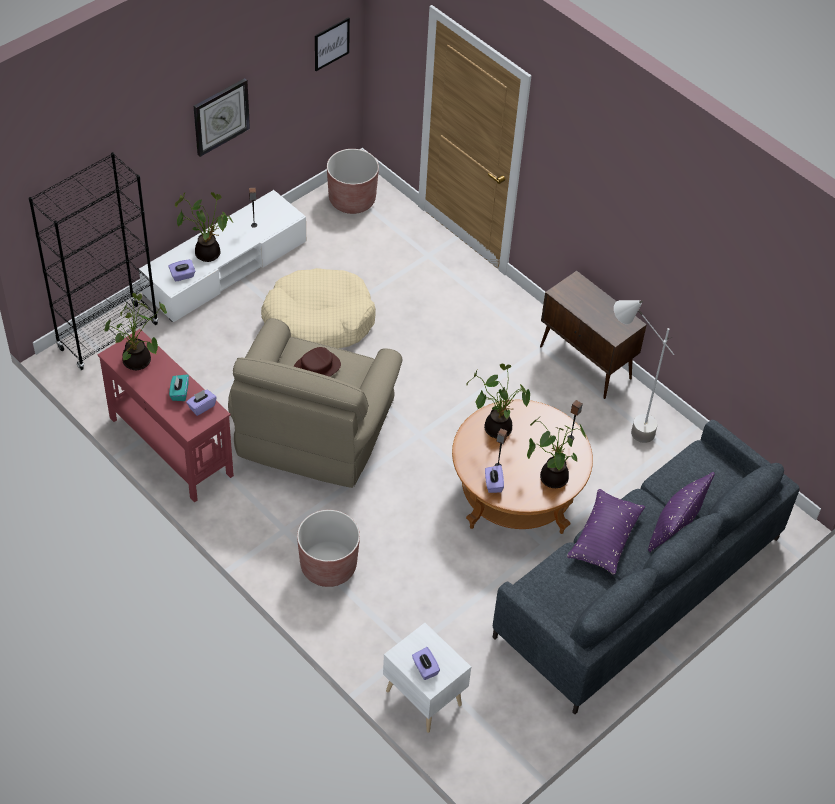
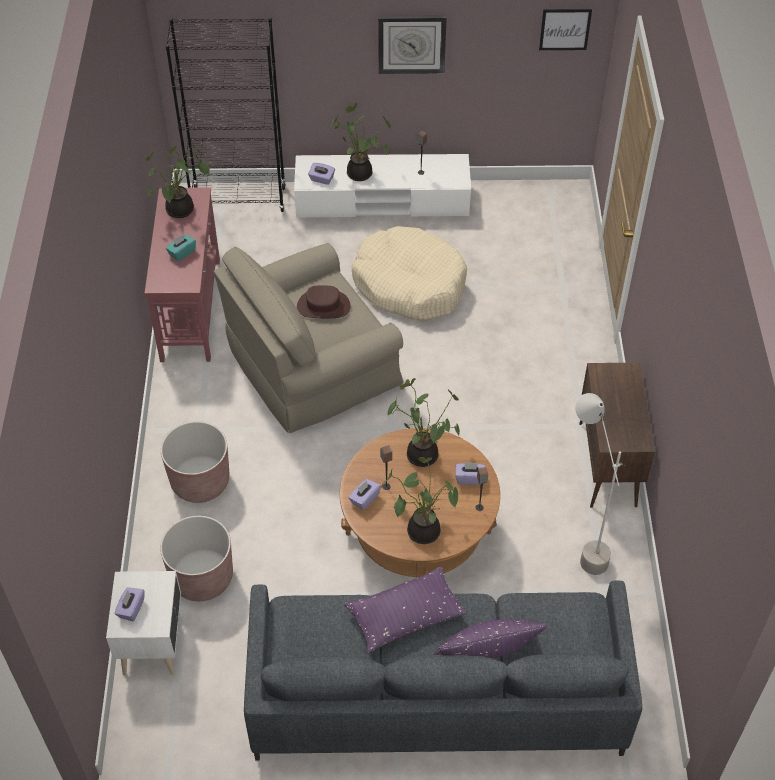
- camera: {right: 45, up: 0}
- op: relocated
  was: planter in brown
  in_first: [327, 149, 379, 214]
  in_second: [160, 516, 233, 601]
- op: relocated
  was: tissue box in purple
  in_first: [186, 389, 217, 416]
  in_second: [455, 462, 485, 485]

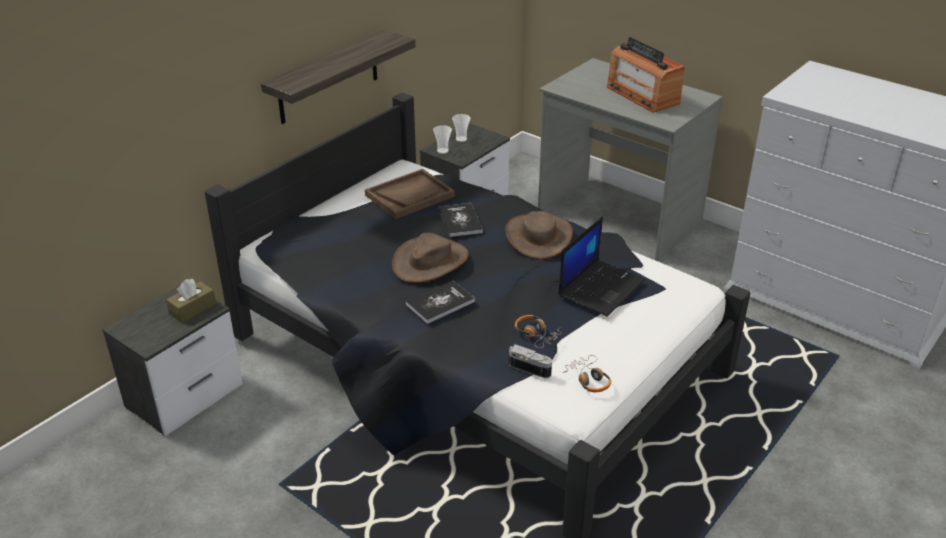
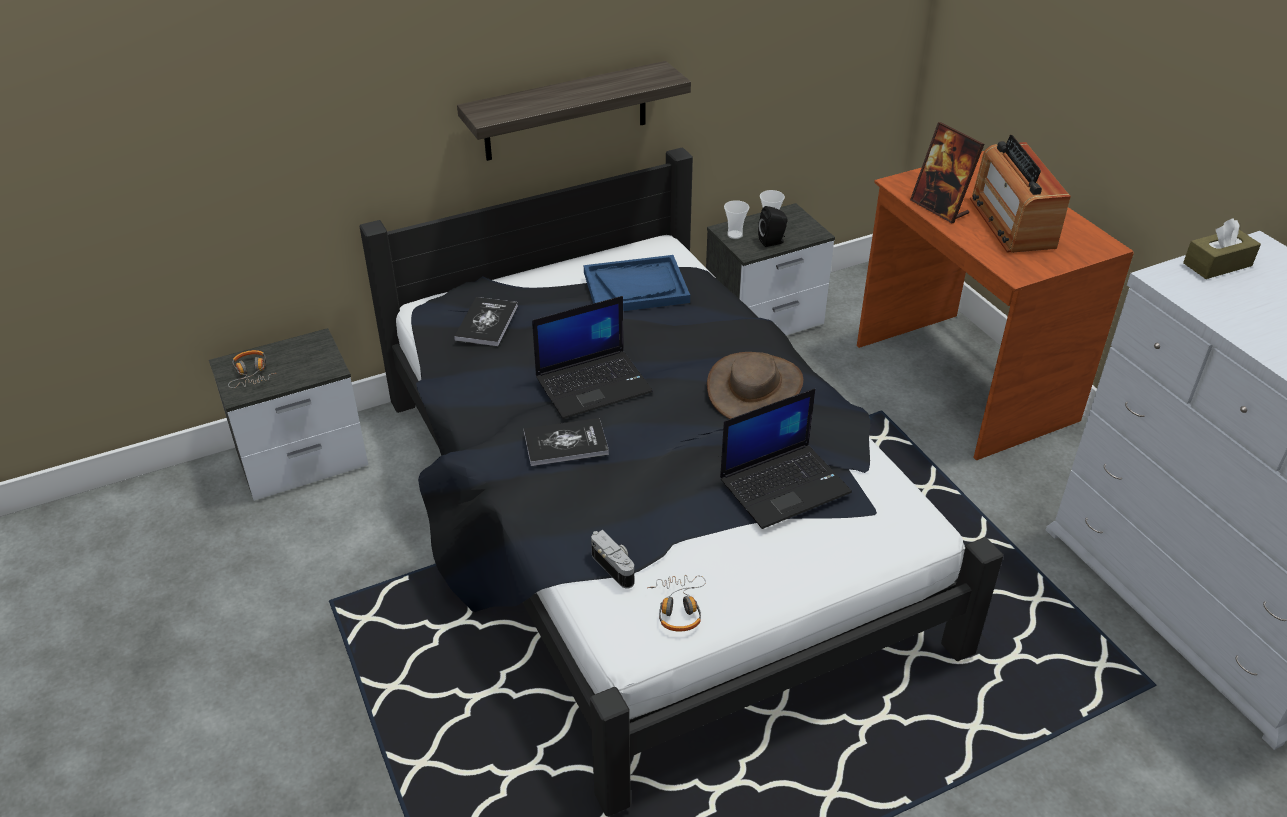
- camera: {right: 25, up: 5}
- op: colour
  was: desk in grey
  now: desk in brown
  in_first: [538, 58, 722, 261]
  in_second: [857, 151, 1134, 460]
- op: colour
  was: tray in brown
  now: tray in blue
  in_first: [365, 169, 455, 219]
  in_second: [584, 255, 690, 311]
- op: relocated
  was: book
  in_first: [439, 203, 483, 237]
  in_second: [454, 297, 518, 346]
- op: exchanged
  was: hat in brown
  now: laptop
  in_first: [392, 233, 469, 283]
  in_second: [532, 296, 653, 419]
- op: relocated
  was: tissue box in brown
  in_first: [166, 279, 216, 323]
  in_second: [1183, 218, 1261, 279]
- op: relocated
  was: headphones
  in_first: [515, 315, 562, 348]
  in_second: [228, 350, 276, 388]
- op: appeared
  now: picture frame
  in_second: [910, 122, 984, 223]
- op: appeared
  now: speaker in black
  in_second: [758, 206, 788, 247]

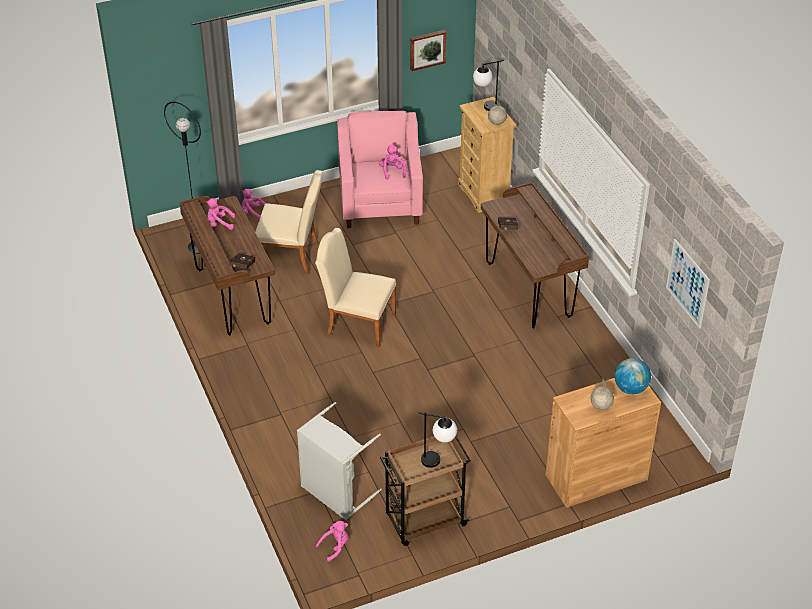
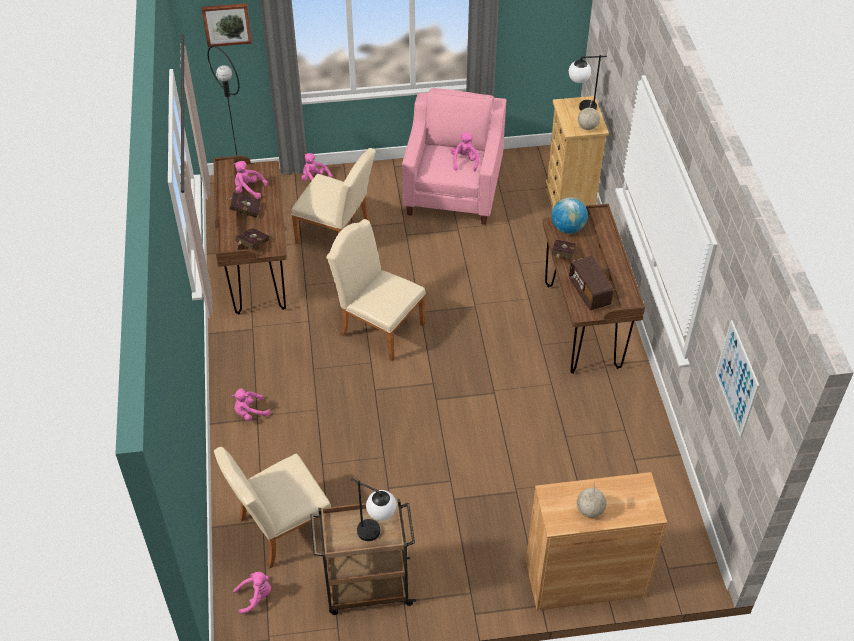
- camera: {right: 15, up: 5}
- op: relocated
  was: picture
  in_first: [410, 30, 446, 71]
  in_second: [202, 3, 252, 47]
- op: relocated
  was: globe
  in_first: [614, 358, 651, 394]
  in_second: [551, 197, 588, 234]
- op: exchanged
  was: laundry basket in grey
  now: chair in beige
  in_first: [297, 402, 382, 520]
  in_second: [214, 447, 331, 569]
- op: appeared
  now: book in red
  in_second: [227, 192, 261, 218]
- op: appeared
  now: radio
  in_second: [569, 256, 613, 310]
- op: appeared
  now: plush toy in pink
  in_second: [232, 389, 270, 421]

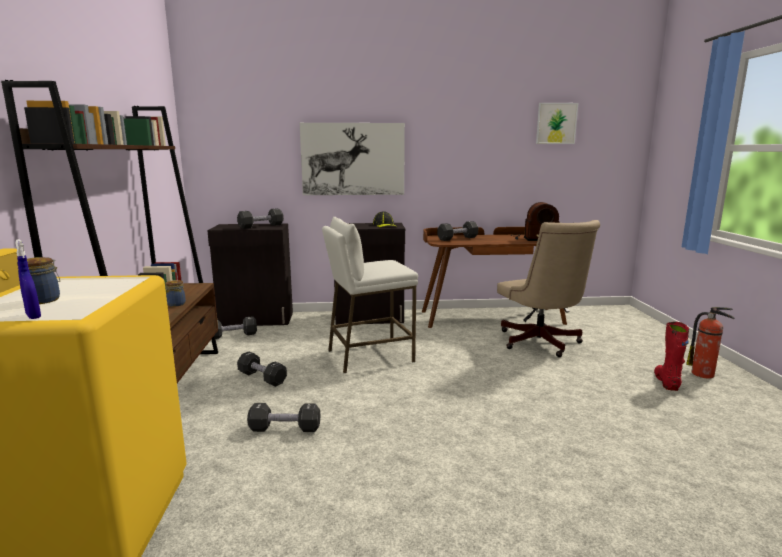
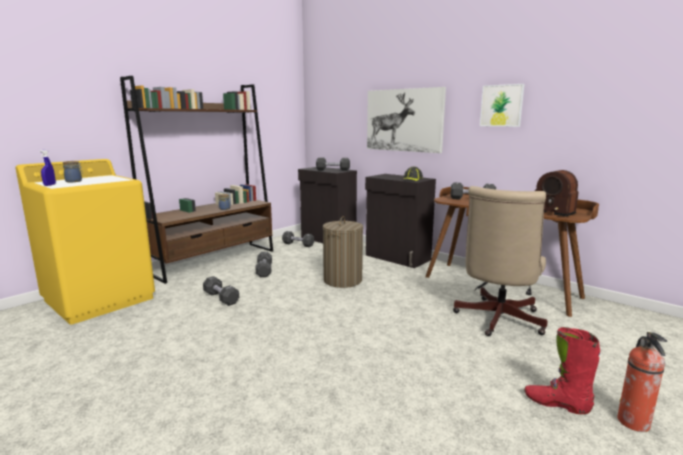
- camera: {right: 45, up: 0}
- op: relocated
  was: picture
  in_first: [536, 103, 579, 144]
  in_second: [480, 84, 524, 127]
- op: exchanged
  was: stool in white
  now: laundry basket
  in_first: [322, 217, 418, 373]
  in_second: [323, 216, 363, 288]
- op: spun
  was: boot in red
  in_first: [654, 322, 689, 391]
  in_second: [524, 327, 600, 414]
  clockwise: -120

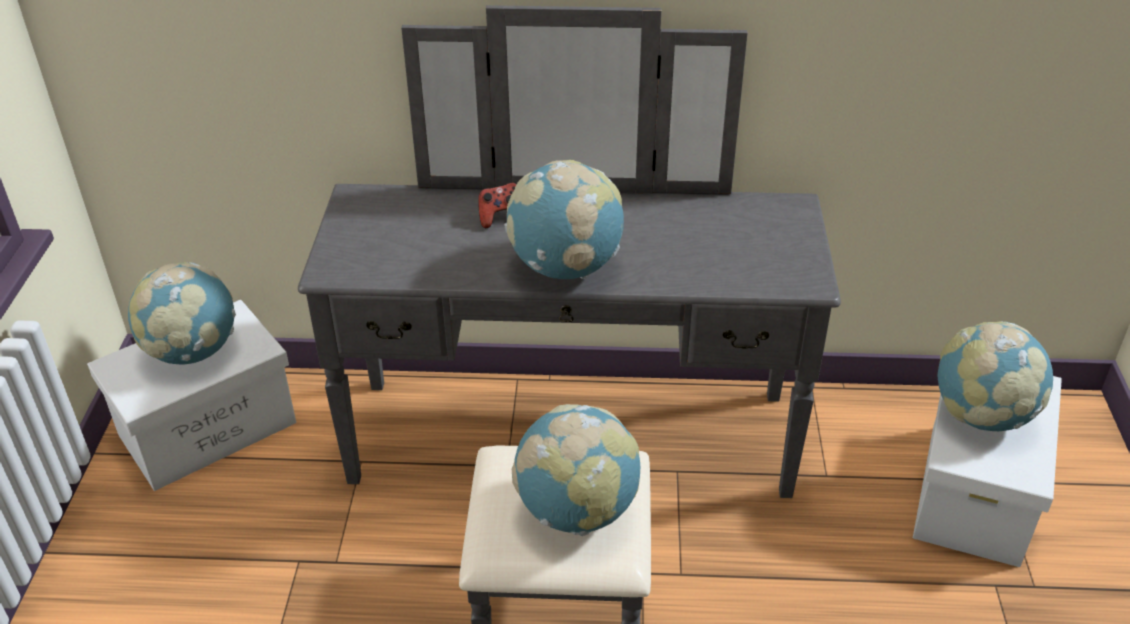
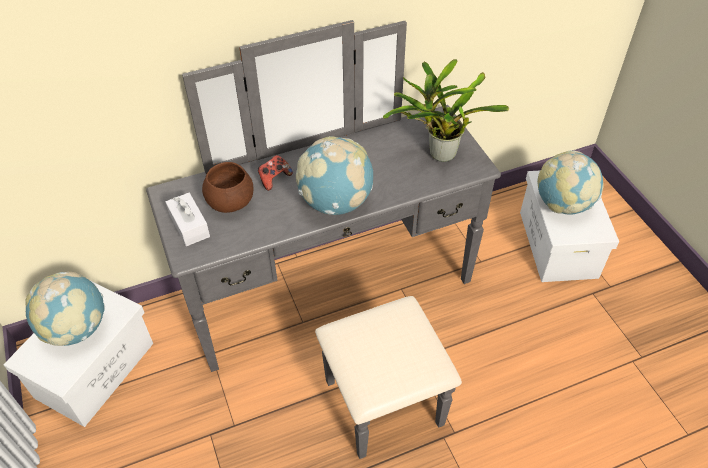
- camera: {right: -25, up: 10}
- op: missing
  was: globe
  in_first: [512, 404, 640, 536]
- op: appeared
  now: potted plant
  in_second: [383, 59, 509, 162]
- op: appeared
  now: bowl in brown
  in_second: [202, 162, 254, 213]
- op: appeared
  now: tissue box in white
  in_second: [166, 193, 210, 246]

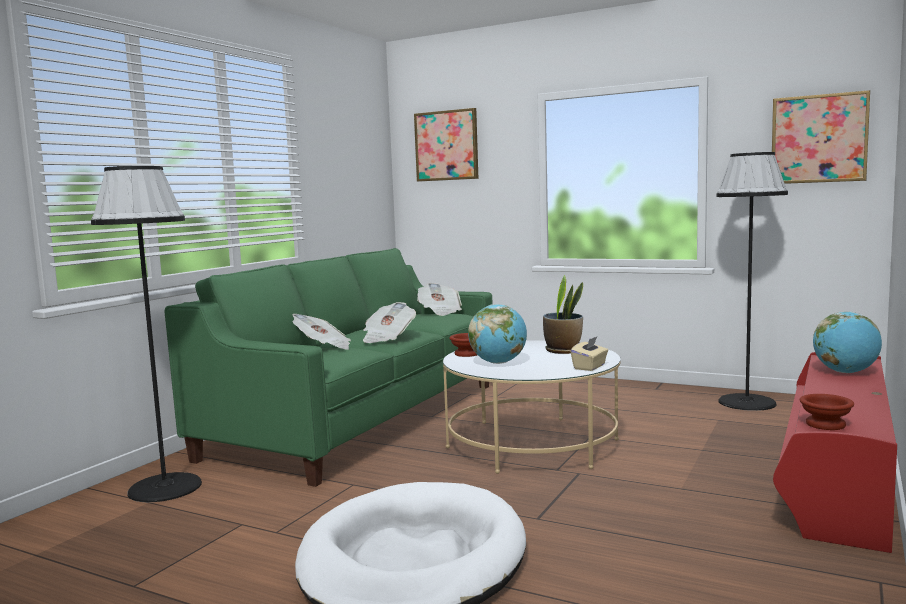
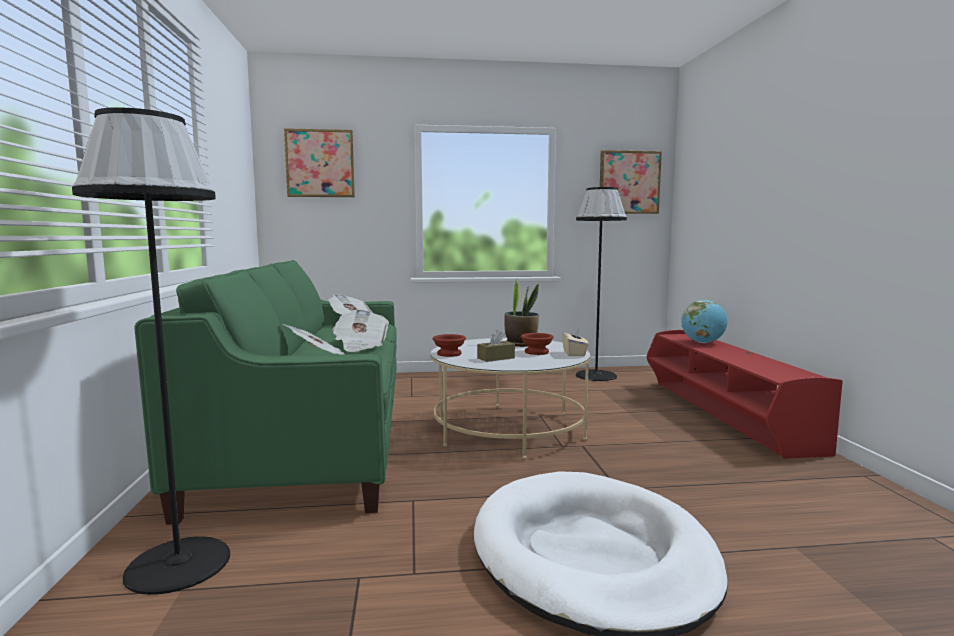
- camera: {right: -35, up: 0}
- op: exchanged
  was: globe
  now: tissue box in brown
  in_first: [468, 304, 527, 364]
  in_second: [477, 330, 515, 362]
- op: relocated
  was: bowl in brown
  in_first: [800, 394, 854, 430]
  in_second: [521, 333, 554, 355]

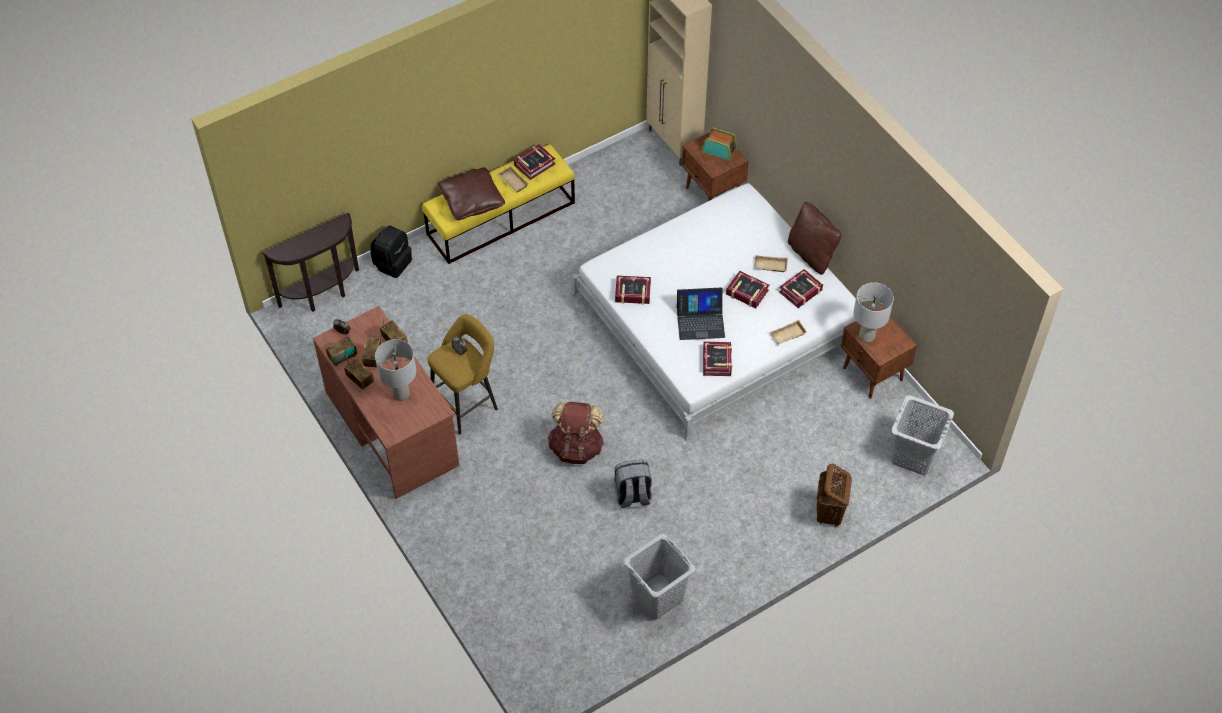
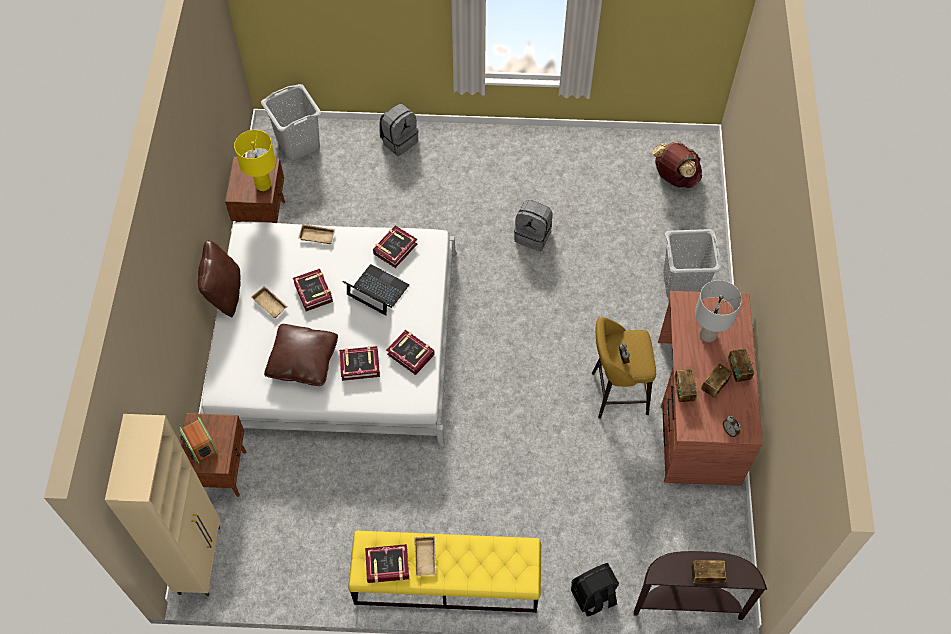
- camera: {right: -145, up: 5}
- op: relocated
  was: pillow in brown
  in_first: [437, 167, 505, 220]
  in_second: [264, 324, 338, 386]
- op: relocated
  was: book
  in_first: [779, 269, 823, 308]
  in_second: [339, 346, 380, 381]
- op: colour
  was: table lamp in grey
  now: table lamp in yellow
  in_first: [853, 282, 894, 343]
  in_second: [234, 130, 276, 191]
- op: relocated
  was: radio
  in_first: [326, 332, 357, 366]
  in_second: [691, 560, 727, 583]
- op: relocated
  was: backpack in brown
  in_first: [547, 402, 604, 464]
  in_second: [652, 142, 702, 188]
- op: exchanged
  was: laundry basket in brown
  now: backpack in grey
  in_first: [817, 464, 852, 527]
  in_second: [379, 104, 418, 156]
- op: relocated
  was: laundry basket in grey
  in_first: [623, 534, 695, 619]
  in_second: [663, 229, 721, 299]

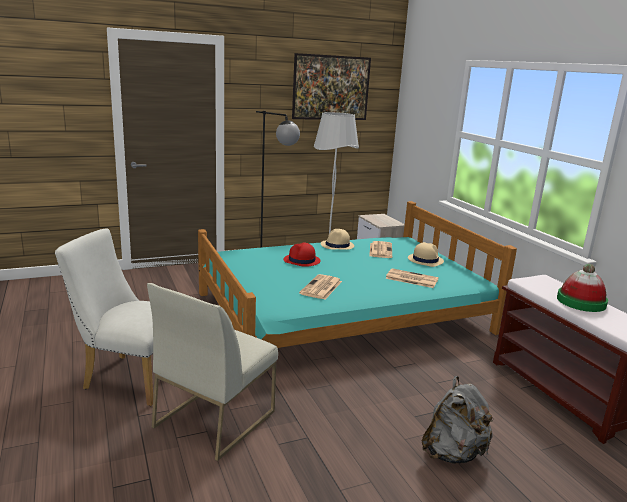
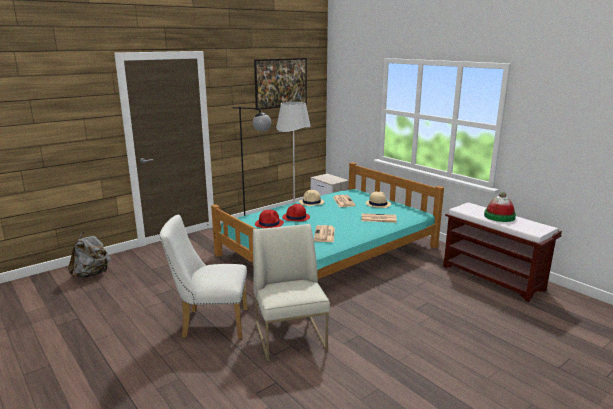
- camera: {right: -15, up: 0}
- op: spun
  was: chair in white
  in_first: [147, 283, 278, 461]
  in_second: [253, 224, 330, 361]
  clockwise: 150
- op: relocated
  was: backpack in grey
  in_first: [422, 376, 495, 464]
  in_second: [68, 232, 111, 278]
- op: appeared
  now: hat in red
  in_second: [255, 209, 284, 228]

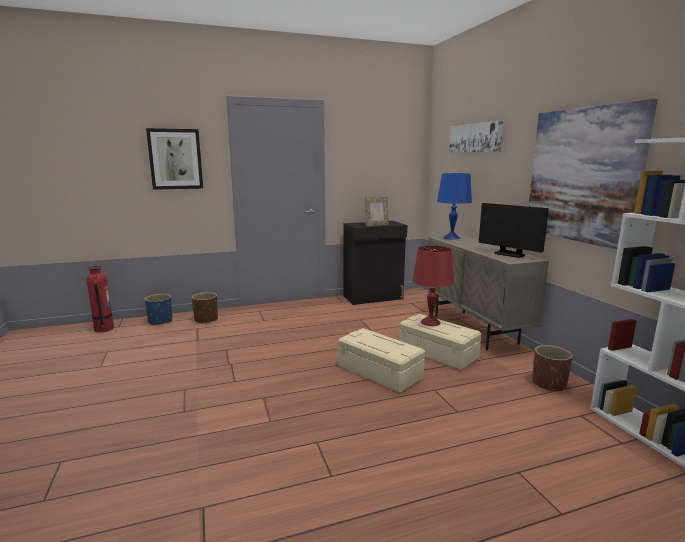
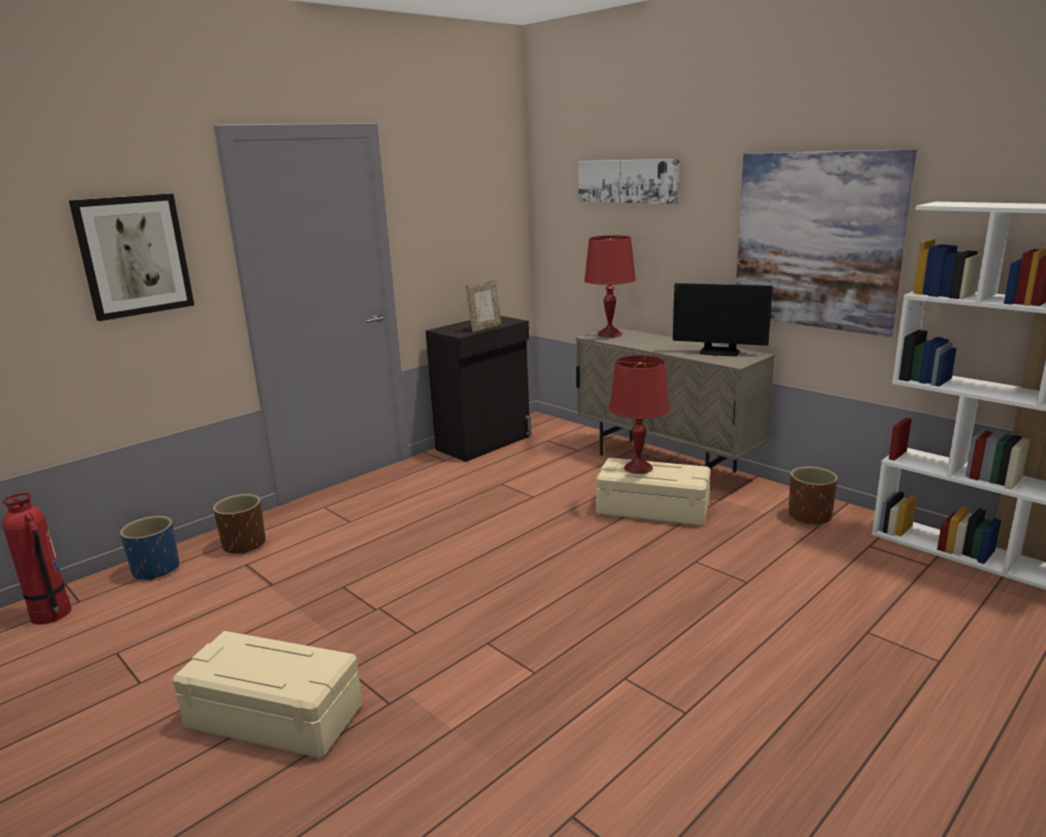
- camera: {right: -25, up: 5}
- op: colour
  was: table lamp in blue
  now: table lamp in red
  in_first: [437, 173, 472, 240]
  in_second: [584, 235, 636, 337]
- op: relocated
  was: storage box in beige
  in_first: [339, 328, 425, 393]
  in_second: [173, 631, 363, 758]

